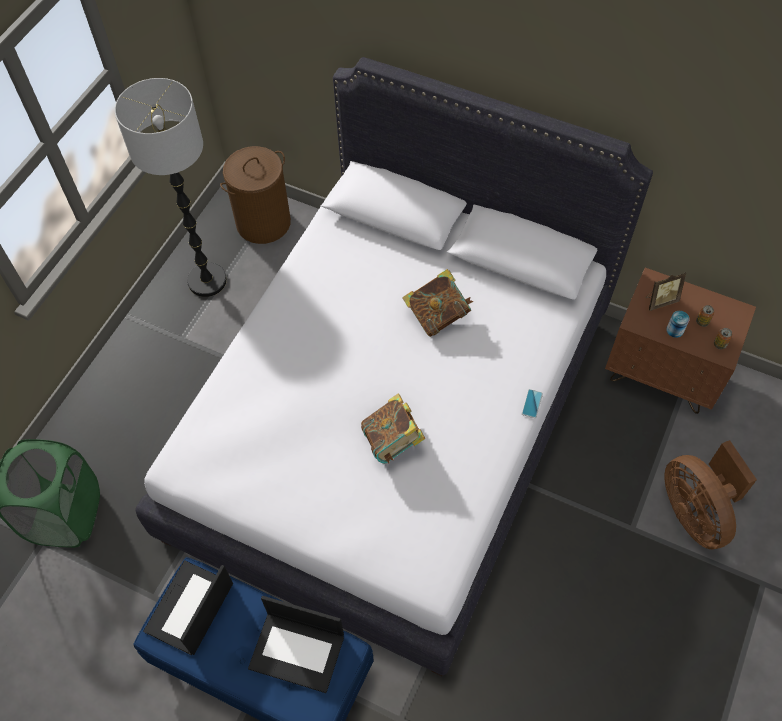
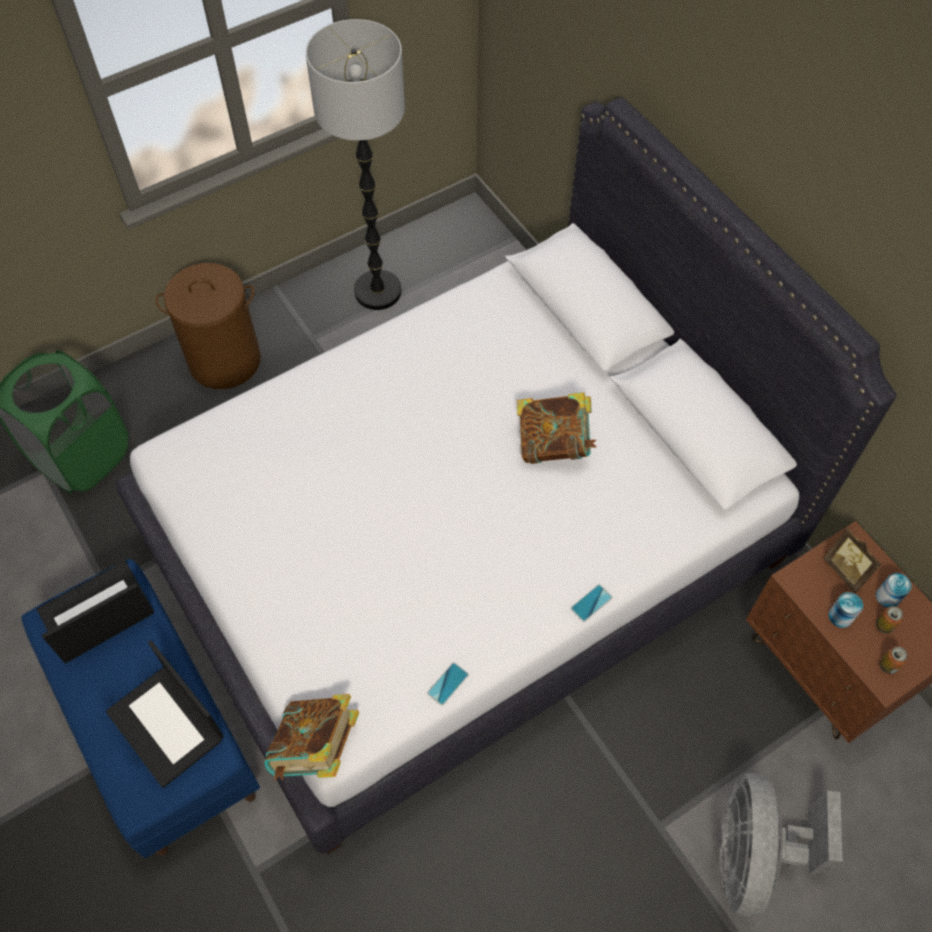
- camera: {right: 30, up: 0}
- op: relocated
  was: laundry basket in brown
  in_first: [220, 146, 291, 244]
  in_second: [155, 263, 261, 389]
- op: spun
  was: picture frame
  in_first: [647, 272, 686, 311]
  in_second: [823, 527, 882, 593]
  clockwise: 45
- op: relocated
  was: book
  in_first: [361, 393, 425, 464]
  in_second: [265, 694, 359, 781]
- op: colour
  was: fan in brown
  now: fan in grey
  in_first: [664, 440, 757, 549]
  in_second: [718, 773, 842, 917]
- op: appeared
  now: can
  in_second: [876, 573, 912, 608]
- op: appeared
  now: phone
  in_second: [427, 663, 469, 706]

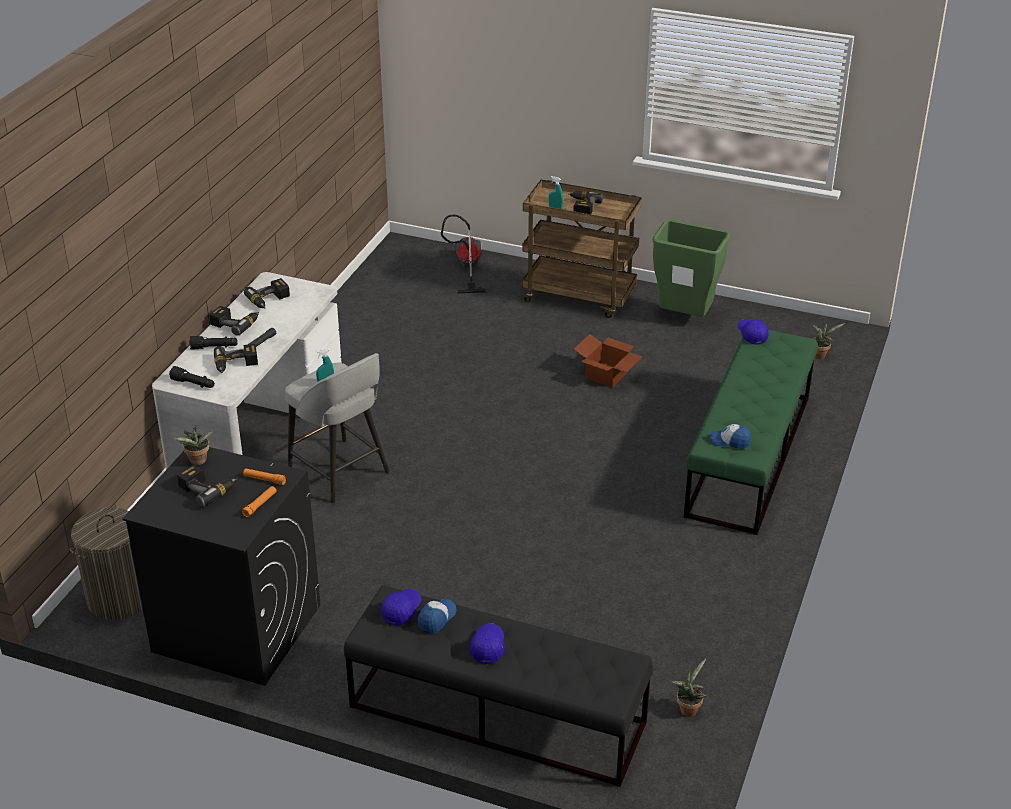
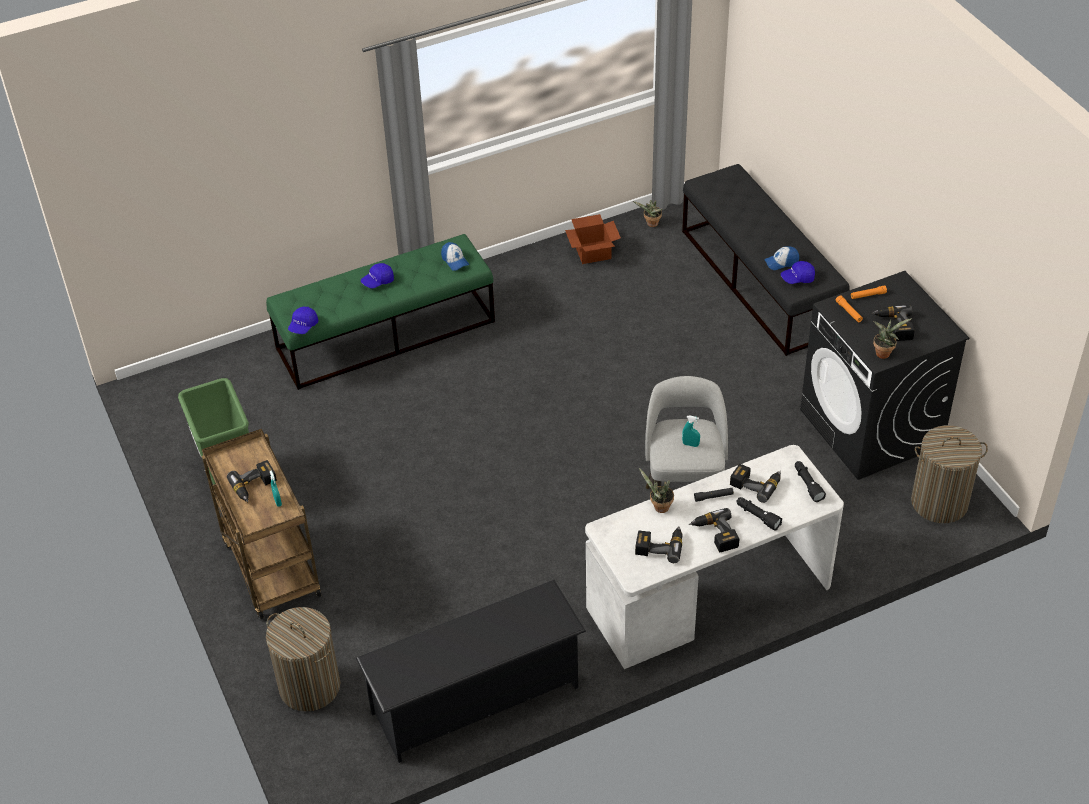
- camera: {right: -135, up: 10}
- op: exchanged
  was: vacuum cleaner
  now: laundry basket
  in_first: [441, 215, 486, 293]
  in_second: [266, 607, 340, 711]
- op: relocated
  was: potted plant
  in_first: [812, 322, 845, 359]
  in_second: [639, 468, 674, 513]
- op: relocated
  was: cardboard box
  in_first: [574, 334, 643, 388]
  in_second: [565, 214, 621, 264]
- op: relocated
  was: cap in blue
  in_first: [470, 623, 505, 664]
  in_second: [361, 263, 394, 289]
- op: appeared
  now: shoe rack in black
  in_second: [356, 580, 586, 763]

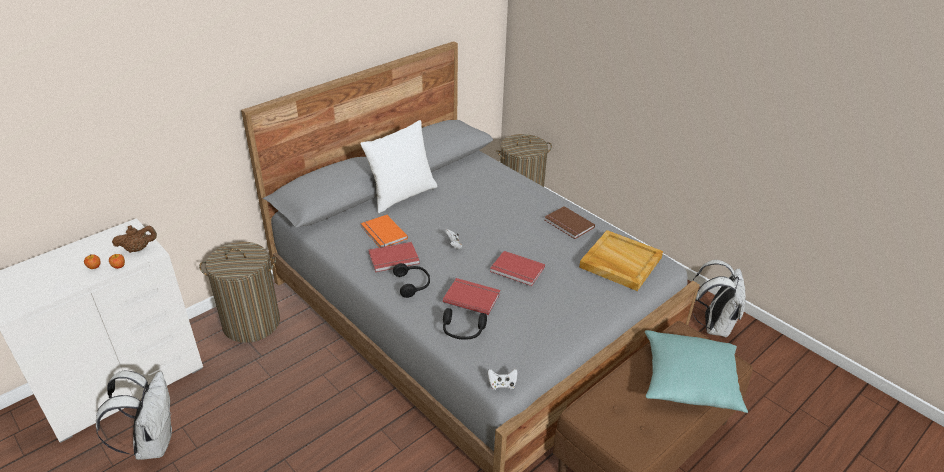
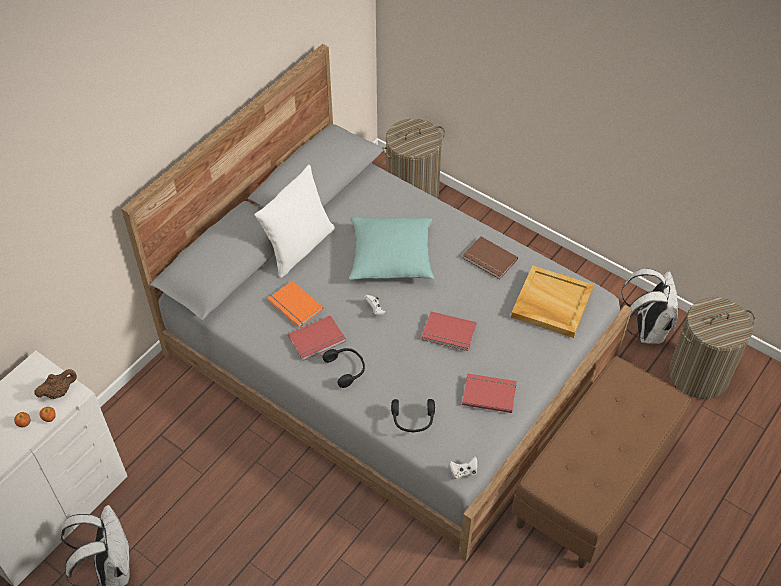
- camera: {right: -10, up: 15}
- op: relocated
  was: laundry basket
  in_first: [199, 242, 280, 343]
  in_second: [669, 297, 755, 399]
- op: relocated
  was: book in red
  in_first: [443, 278, 500, 315]
  in_second: [462, 373, 517, 413]
- op: relocated
  was: pillow in turquoise
  in_first: [645, 330, 748, 413]
  in_second: [349, 217, 434, 280]

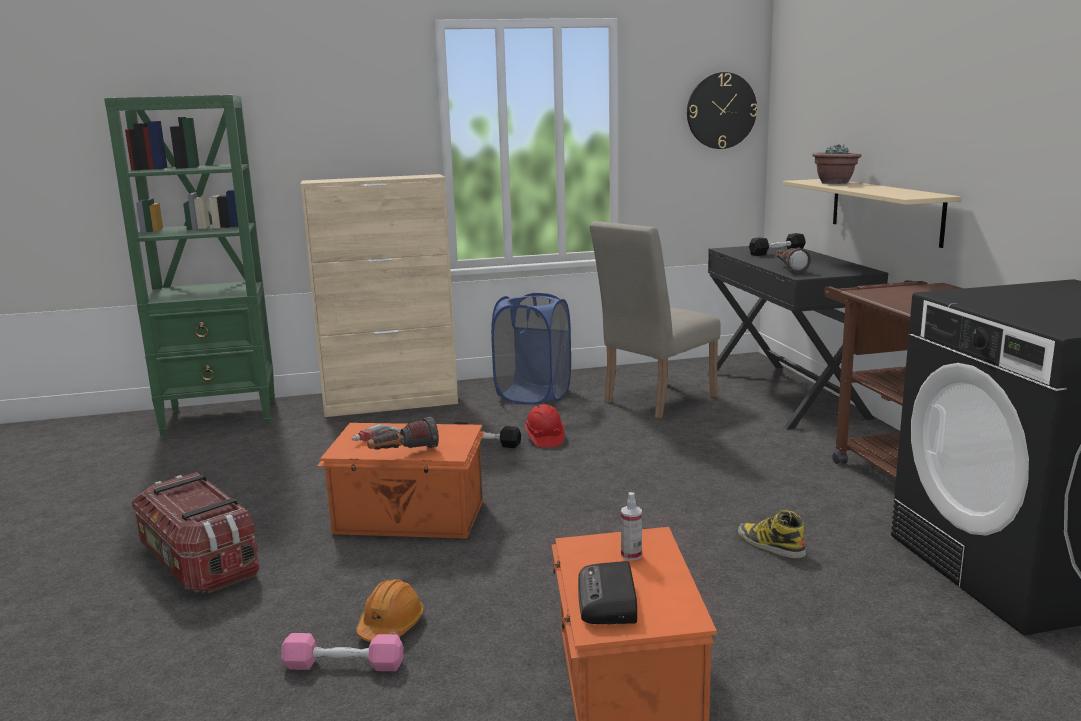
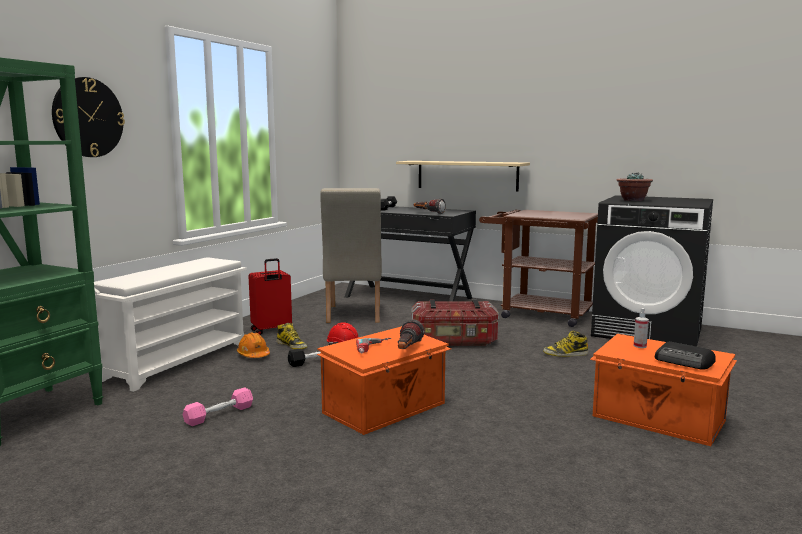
- camera: {right: -50, up: -5}
- op: relocated
  was: wall clock
  in_first: [687, 72, 757, 149]
  in_second: [52, 77, 125, 157]
- op: relocated
  was: potted plant
  in_first: [812, 144, 861, 184]
  in_second: [617, 172, 653, 201]
- op: exchanged
  was: cabinet in beige
  now: shoe rack in white
  in_first: [301, 174, 458, 417]
  in_second: [94, 258, 246, 392]
- op: exchanged
  was: laundry basket in blue
  now: suitcase in red
  in_first: [491, 293, 571, 405]
  in_second: [249, 258, 292, 335]
- op: relocated
  was: storage box
  in_first: [132, 472, 259, 593]
  in_second: [411, 299, 499, 346]
- op: relocated
  was: hard hat in orange
  in_first: [356, 579, 424, 642]
  in_second: [237, 332, 270, 358]
- op: relocated
  was: dumbbell in pink
  in_first: [281, 633, 403, 671]
  in_second: [183, 387, 253, 426]
- op: appeared
  now: boot
  in_second: [277, 323, 307, 349]

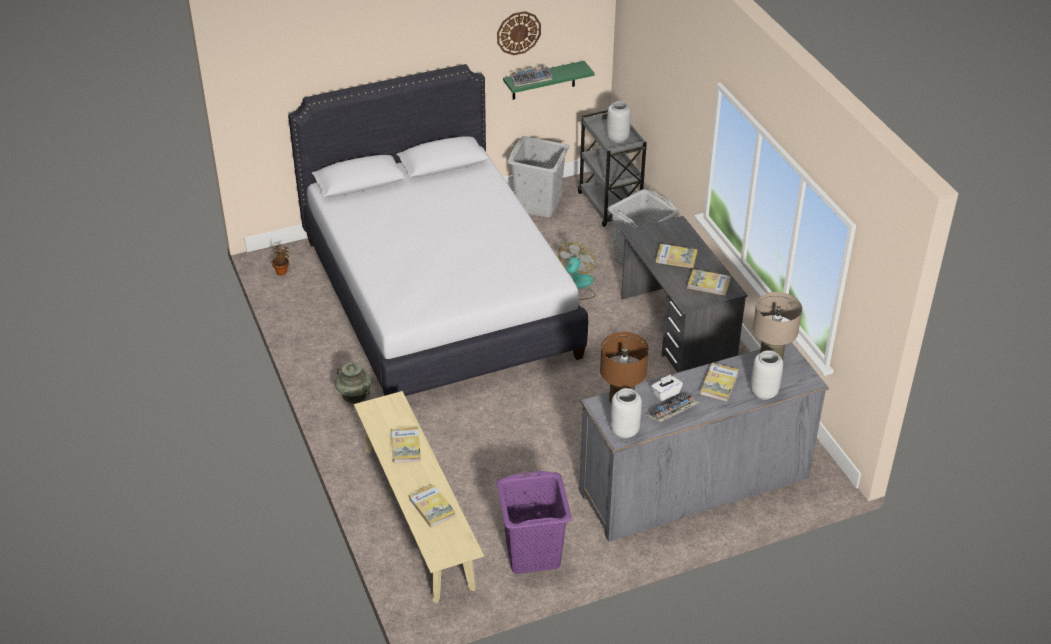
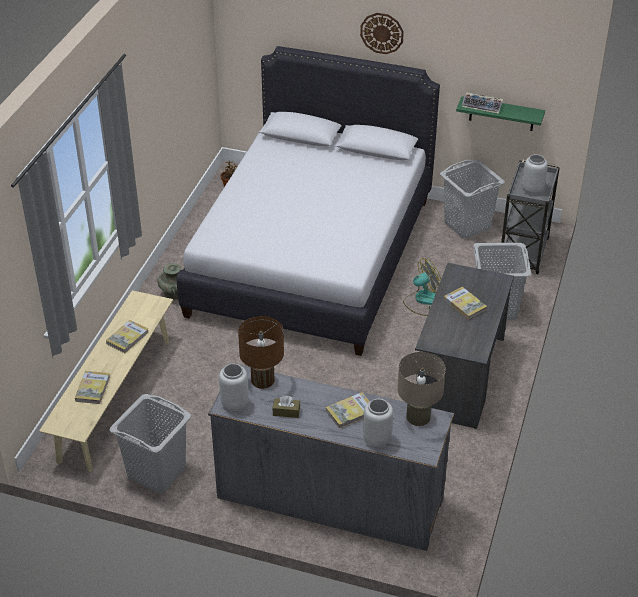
- camera: {right: 40, up: 0}
- op: relocated
  was: wall clock
  in_first: [497, 11, 541, 55]
  in_second: [360, 13, 404, 54]
- op: missing
  was: book
  in_first: [687, 269, 731, 295]
- op: missing
  was: tissue box in white
  in_first: [651, 374, 683, 401]
- op: exchanged
  was: keyboard
  now: tissue box in brown
  in_first: [646, 394, 700, 422]
  in_second: [272, 396, 300, 418]
- op: colour
  was: laundry basket in purple
  now: laundry basket in grey
  in_first: [496, 471, 572, 574]
  in_second: [110, 394, 191, 493]

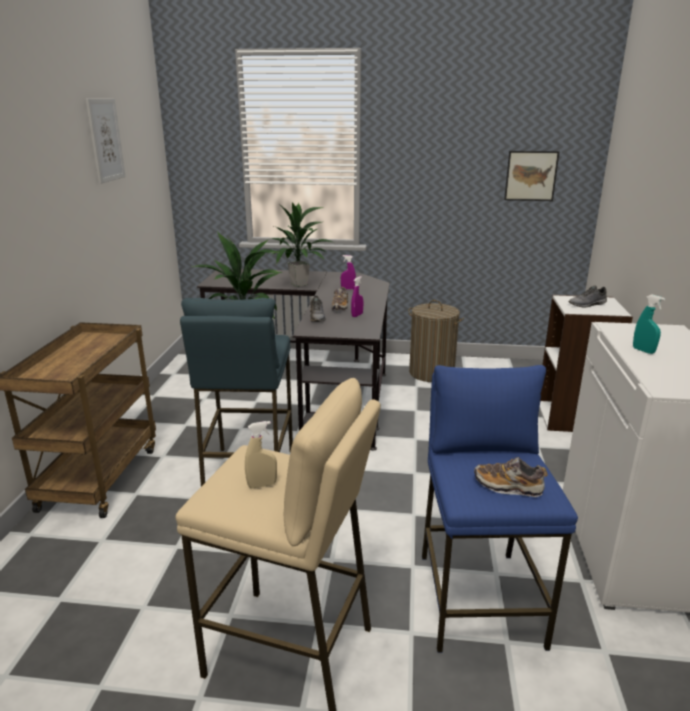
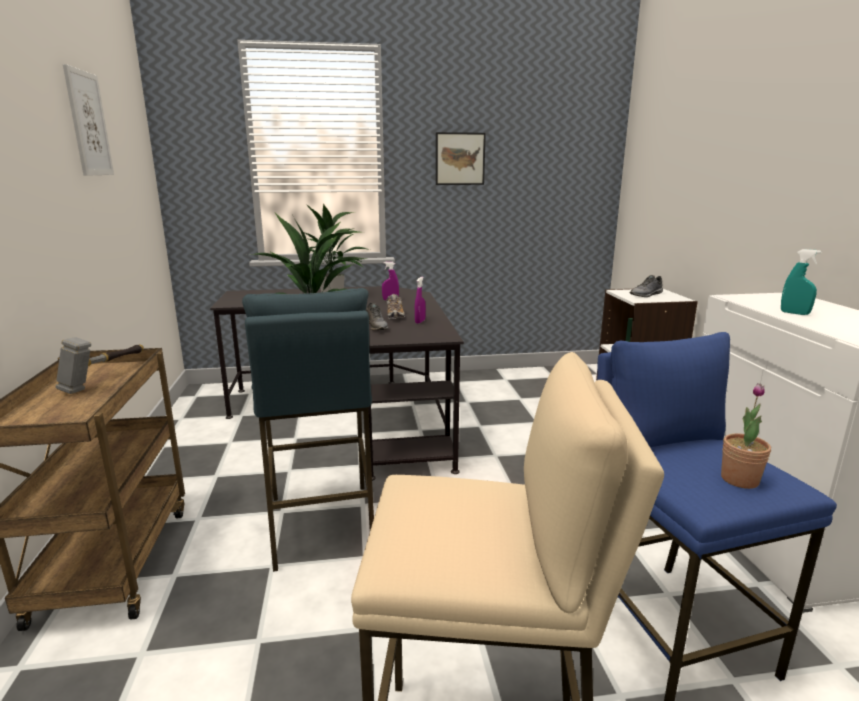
- camera: {right: -15, up: -5}
- op: relocated
  was: picture
  in_first: [504, 151, 559, 201]
  in_second: [436, 132, 486, 185]
- op: missing
  was: laundry basket
  in_first: [408, 300, 464, 382]
- op: missing
  was: spray bottle in beige
  in_first: [245, 421, 277, 488]
- op: exchanged
  was: shoe
  now: potted plant
  in_first: [474, 457, 548, 497]
  in_second: [721, 383, 771, 489]
- op: appeared
  now: hammer
  in_second: [56, 337, 144, 394]

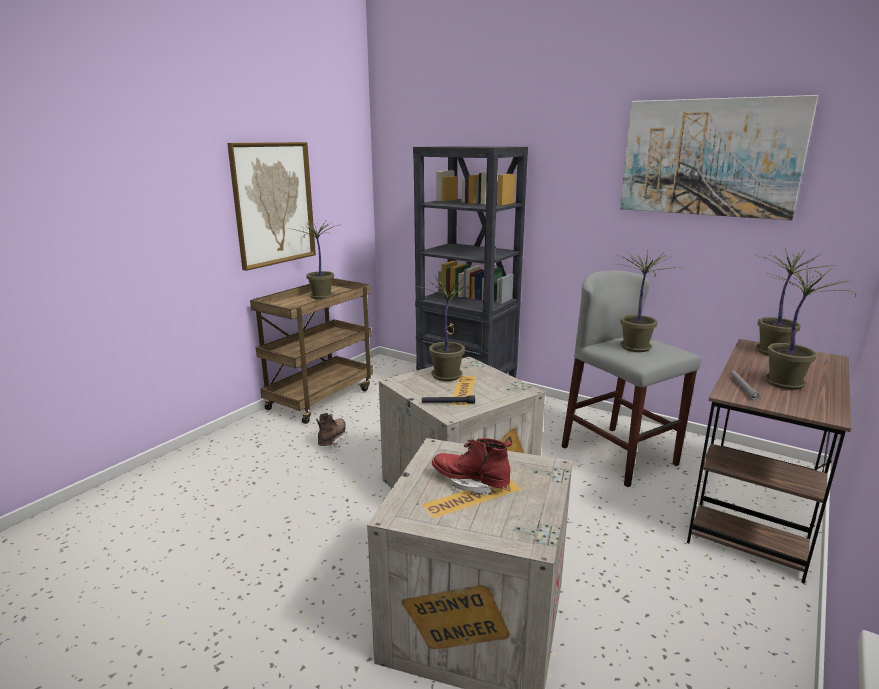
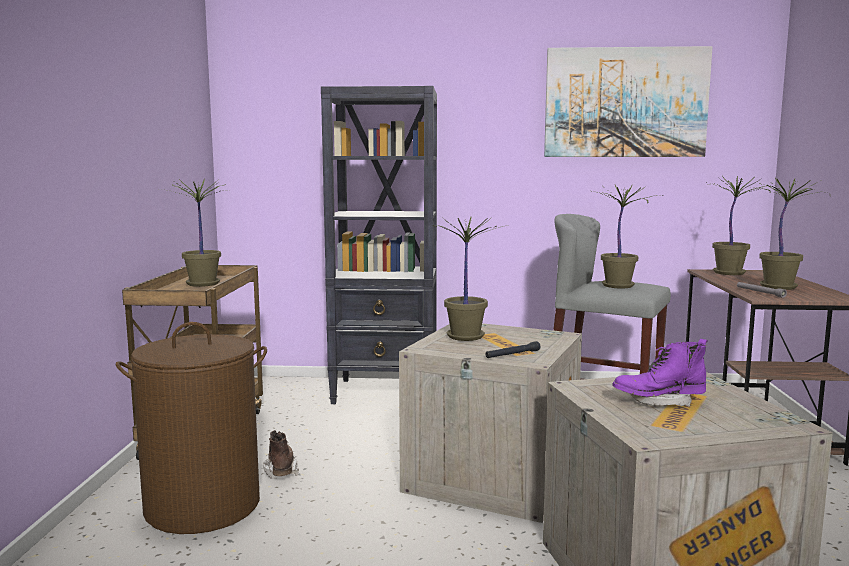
- camera: {right: -30, up: -10}
- op: missing
  was: picture
  in_first: [227, 142, 316, 271]
- op: colour
  was: boot in red
  now: boot in purple
  in_first: [432, 438, 512, 496]
  in_second: [612, 339, 708, 407]
- op: appeared
  now: laundry basket in brown
  in_second: [116, 322, 267, 534]

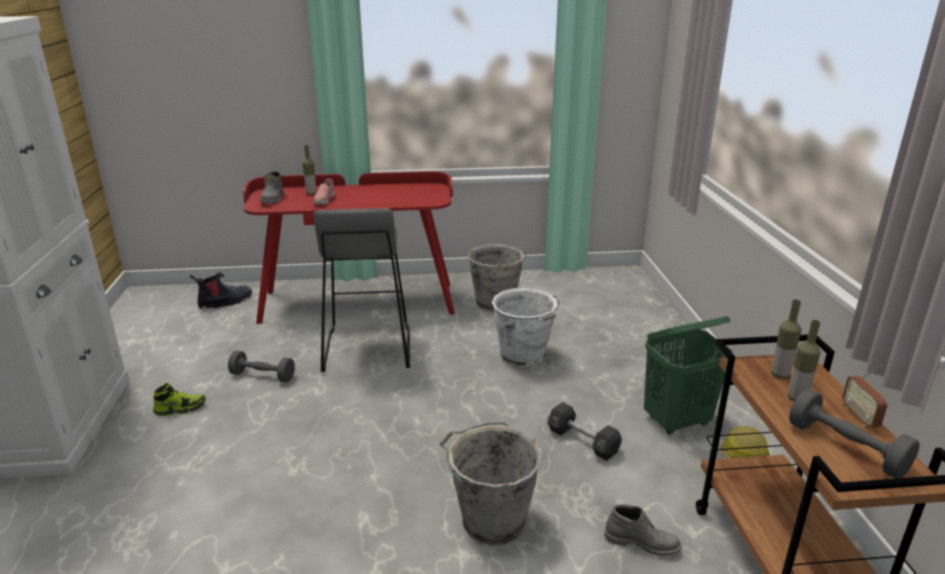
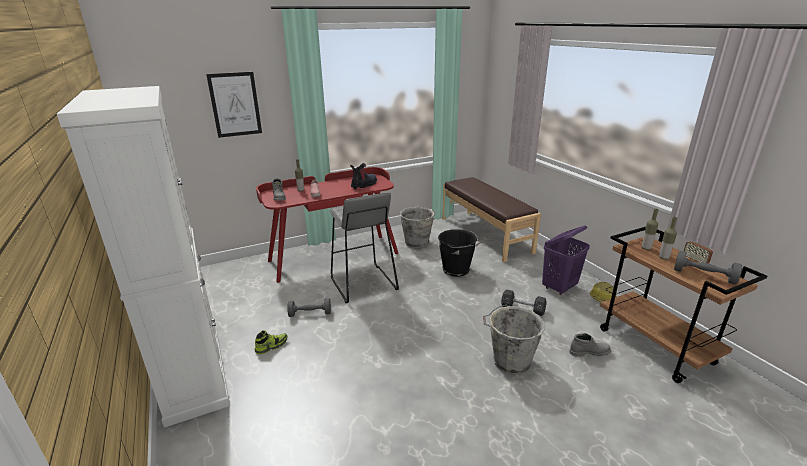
- camera: {right: -20, up: 0}
- op: relocated
  was: boot
  in_first: [190, 272, 252, 309]
  in_second: [350, 163, 377, 190]
- op: colour
  was: bucket in white
  now: bucket in black
  in_first: [492, 288, 560, 368]
  in_second: [438, 229, 481, 277]
- op: colour
  was: laundry basket in green
  now: laundry basket in purple
  in_first: [644, 316, 733, 434]
  in_second: [542, 225, 590, 295]
- op: appeared
  now: picture
  in_second: [206, 72, 262, 138]
- op: appeared
  now: bench in brown
  in_second: [442, 177, 541, 262]

